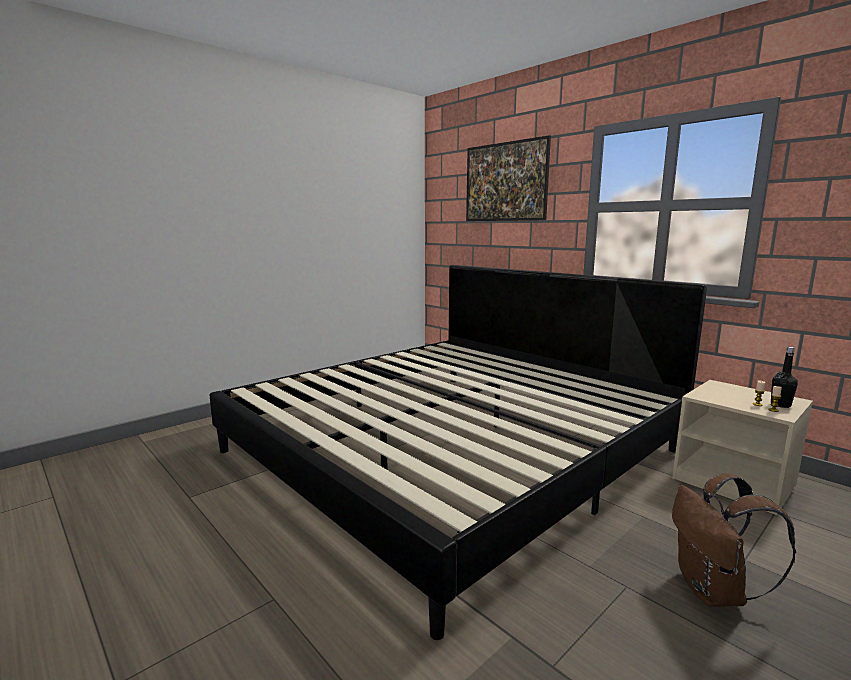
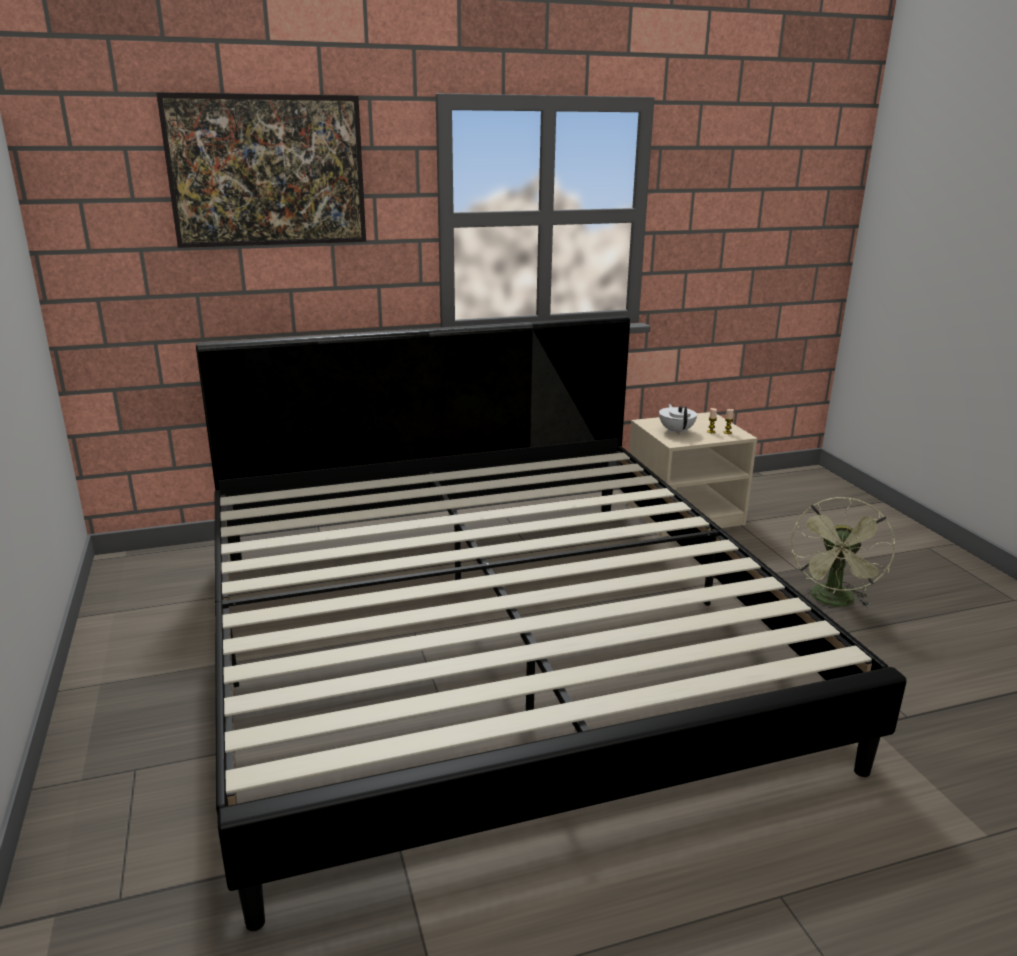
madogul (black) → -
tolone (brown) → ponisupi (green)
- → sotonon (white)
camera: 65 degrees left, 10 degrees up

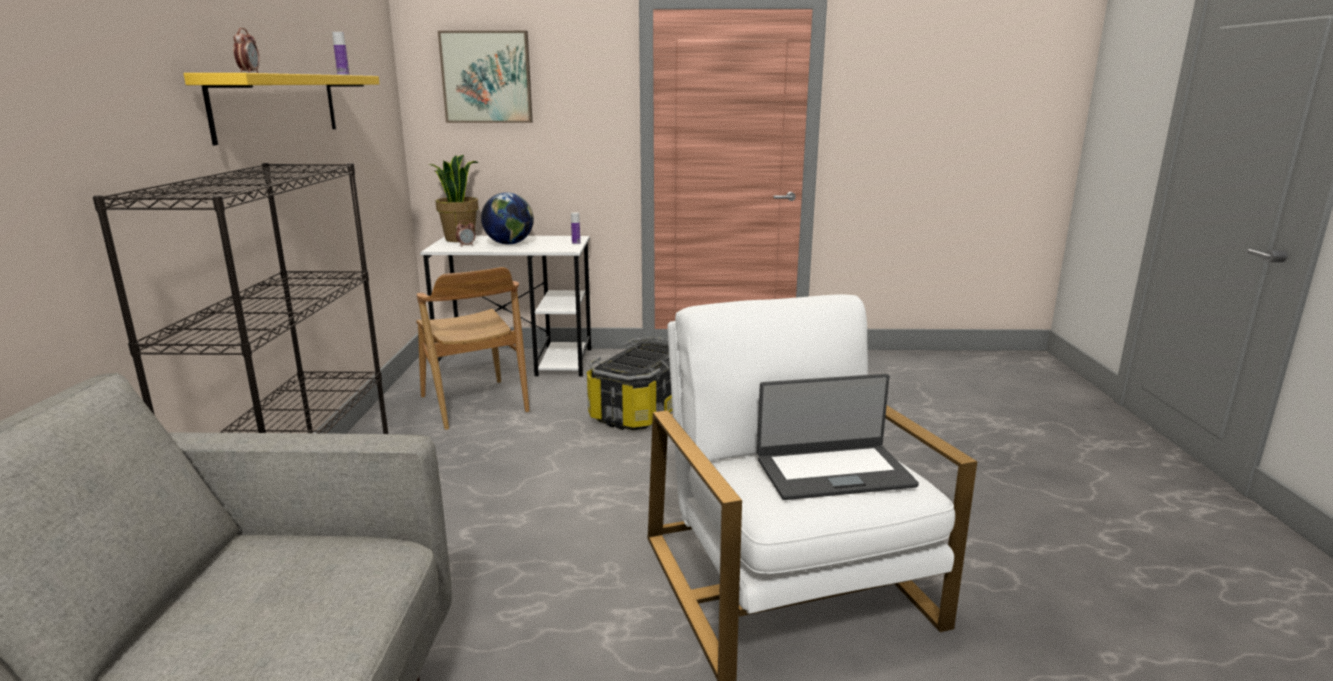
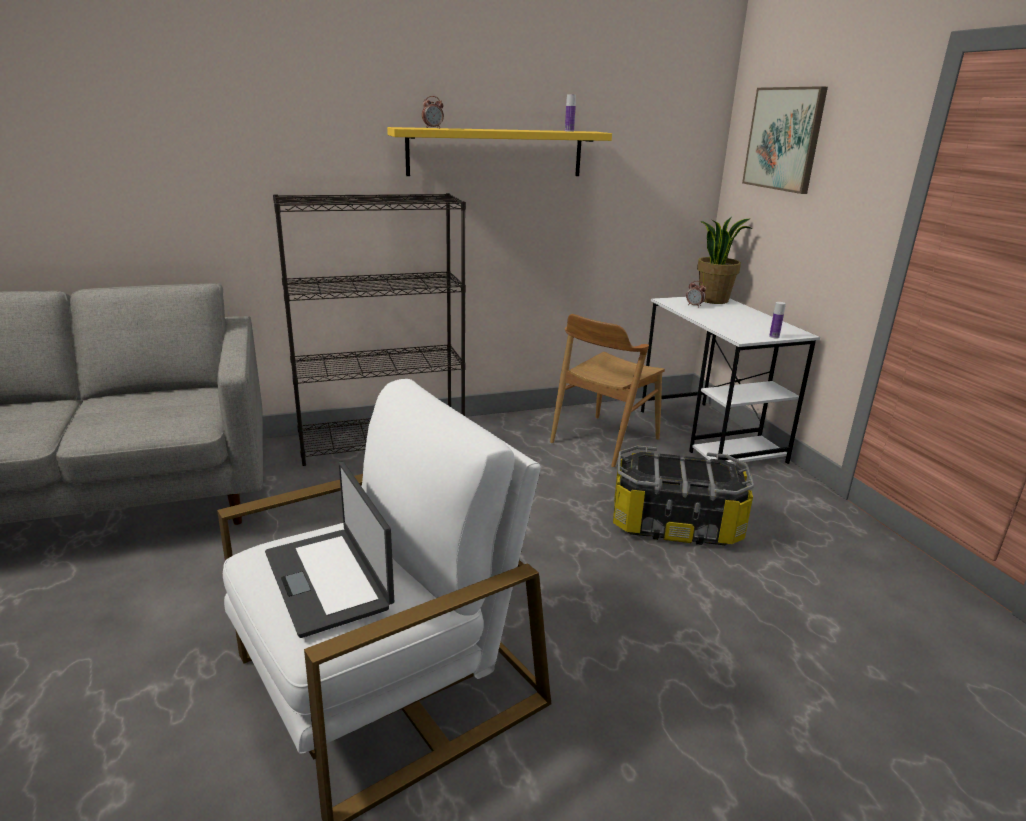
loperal → -
camera: 70 degrees right, 5 degrees up

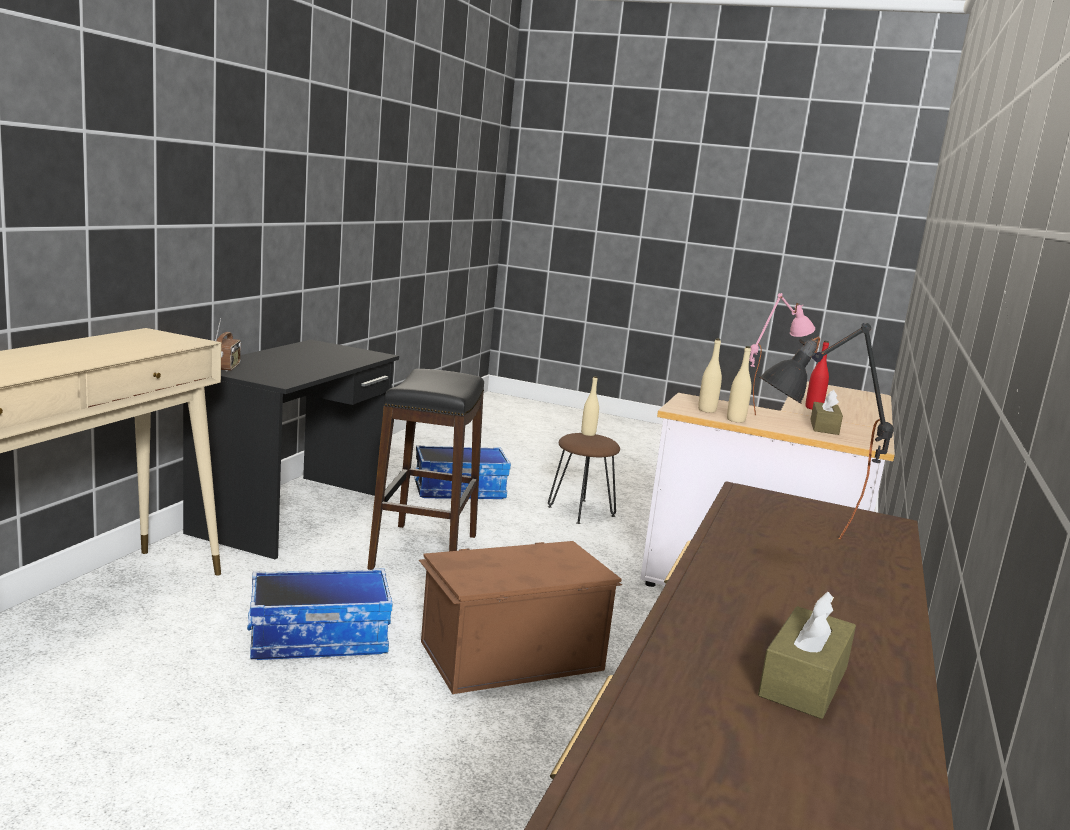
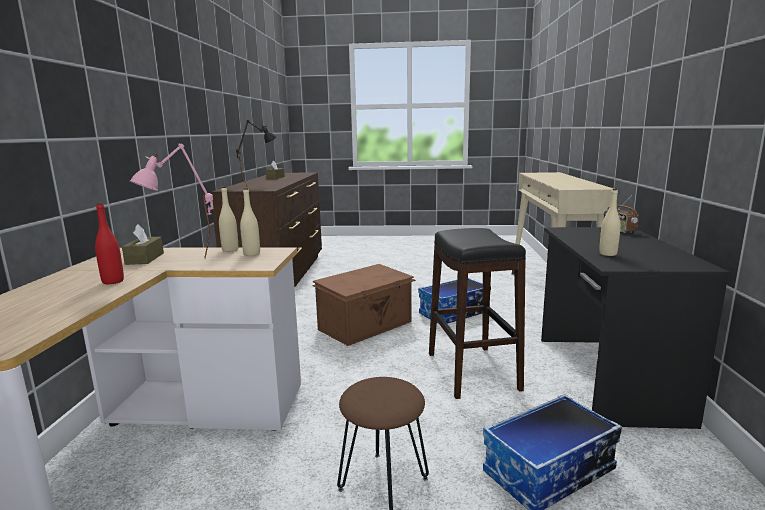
madogul (beige) (1st from left in the first image) → madogul (beige) (3rd from left), moved
camera: 165 degrees right, 0 degrees up

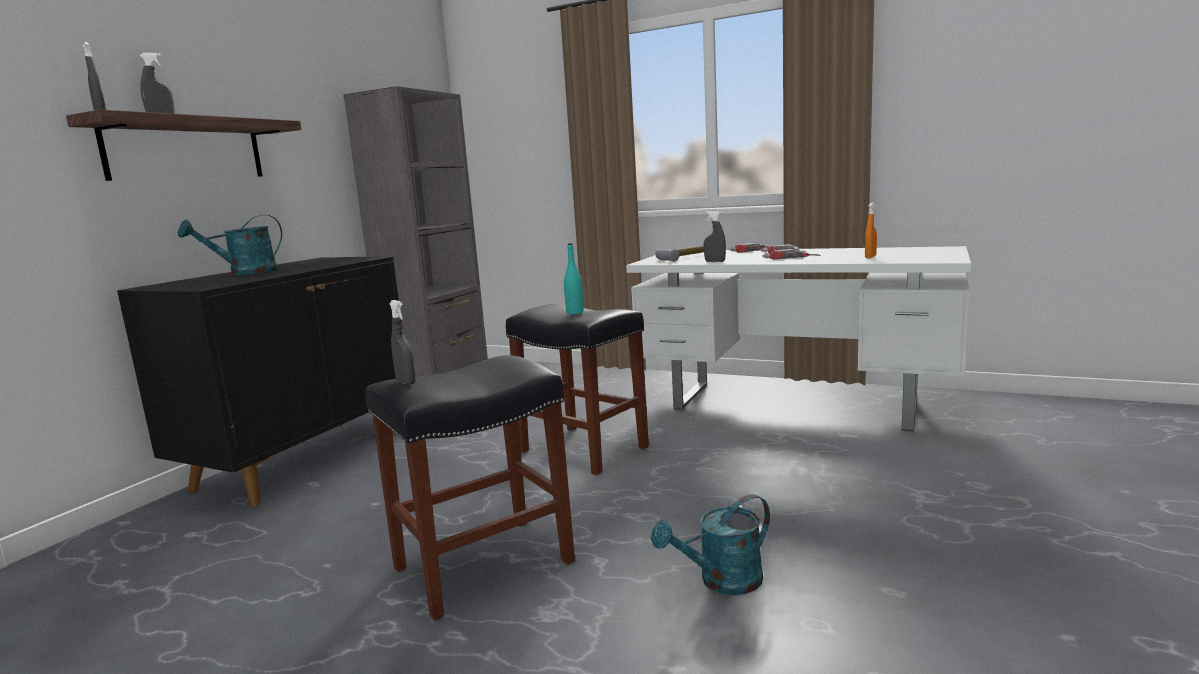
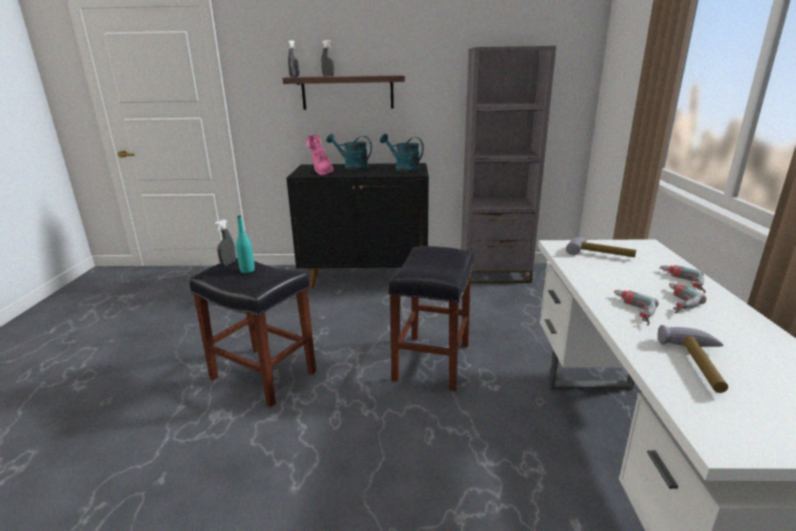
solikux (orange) → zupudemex (2nd from left)
solikux (grey) (4th from left) → -
madogul (turquoise), moved
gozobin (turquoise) (2nd from left), moved
- → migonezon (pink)
camera: 65 degrees right, 10 degrees up

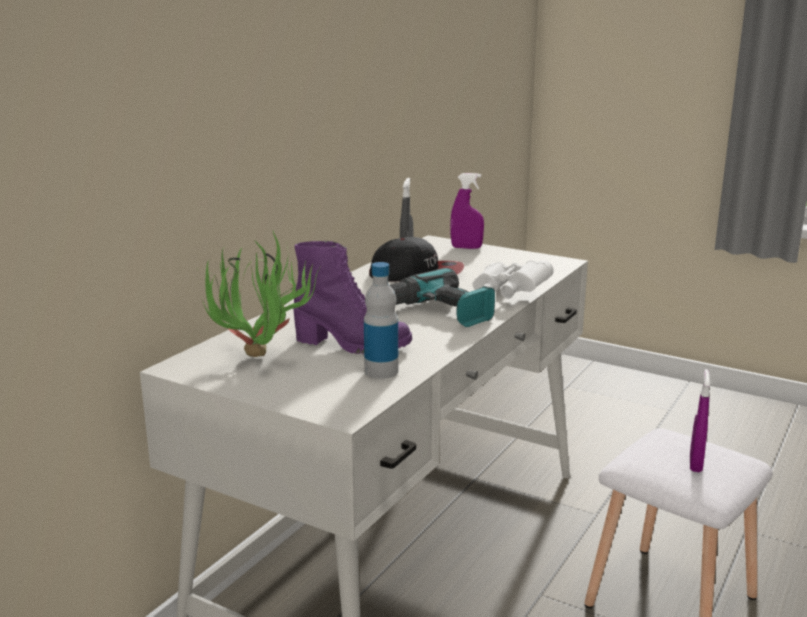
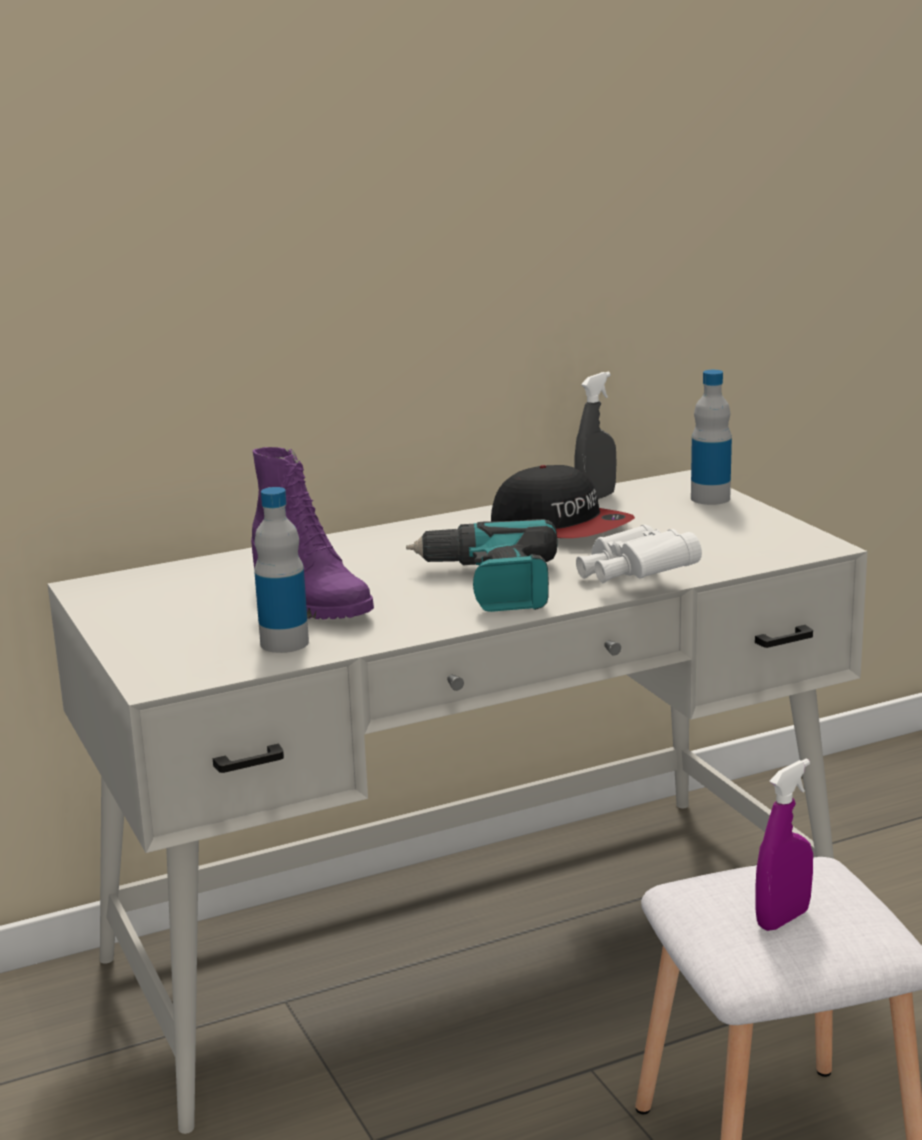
solikux (purple) (1st from left) → madogul (2nd from left)
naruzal → -
camera: 35 degrees right, 0 degrees up

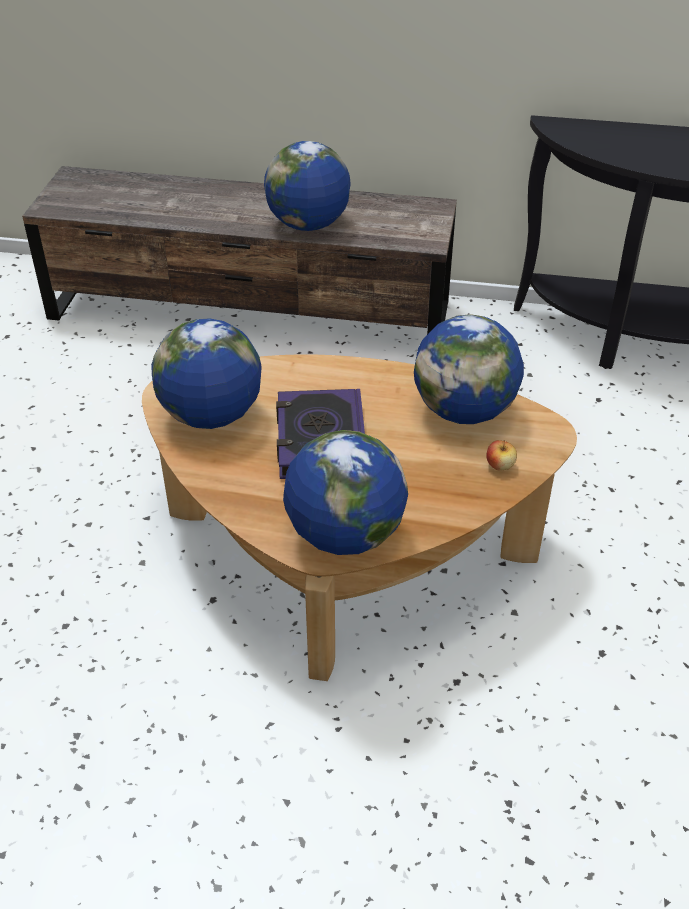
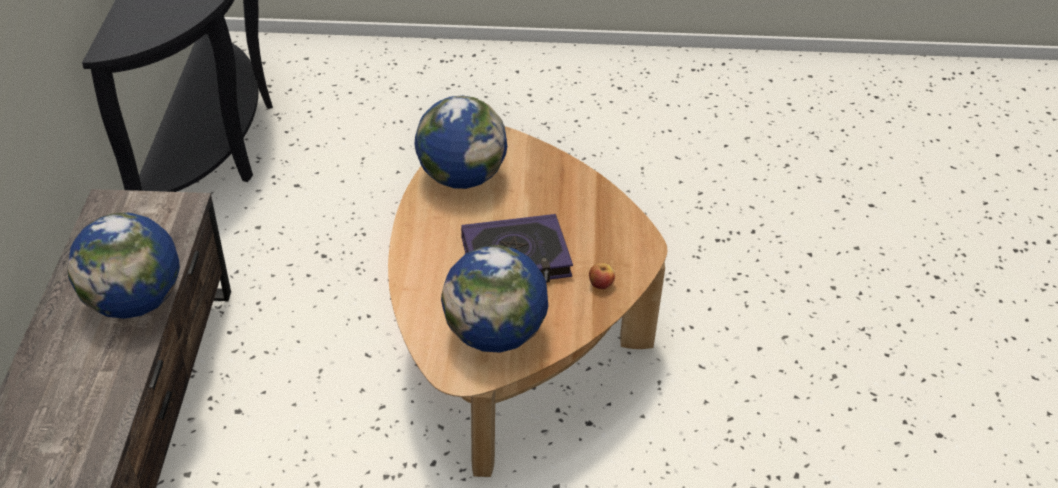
loperal (3rd from left) → -
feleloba, moved
camera: 100 degrees left, 0 degrees up

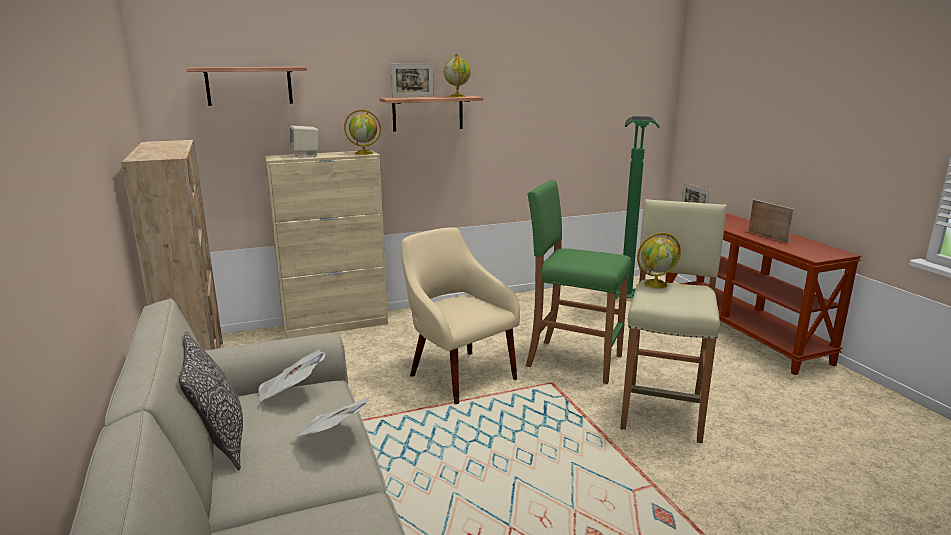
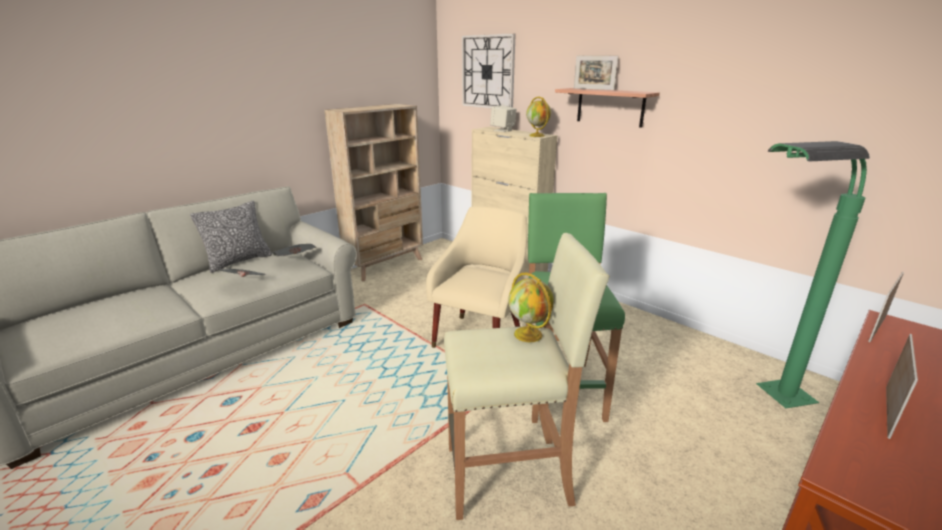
loperal (2nd from left) → -
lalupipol (1st from left) → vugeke
camera: 65 degrees right, 5 degrees up

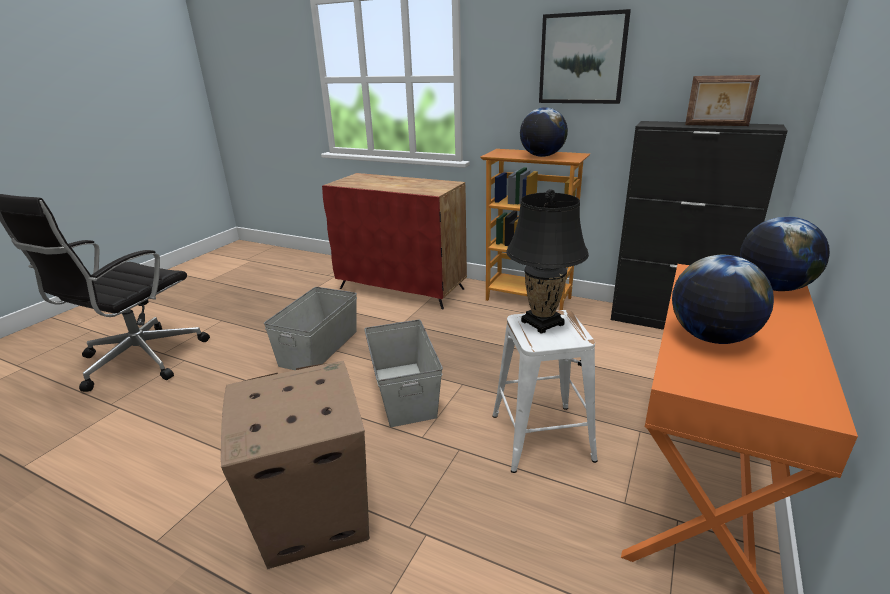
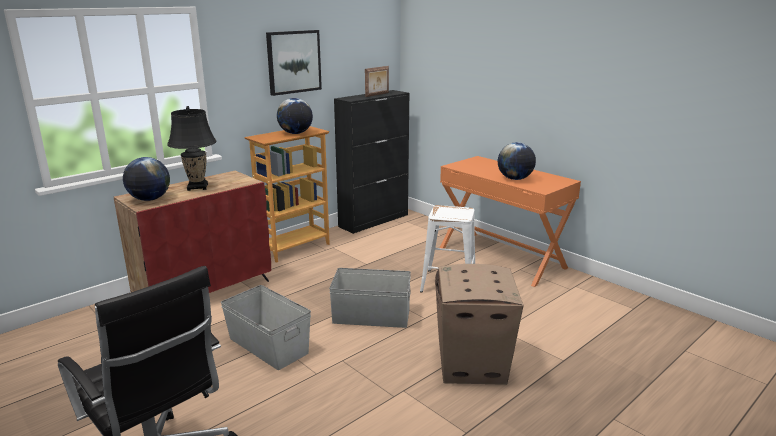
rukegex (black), moved
loperal (3rd from left in the first image) → loperal (1st from left), moved
camera: 70 degrees left, 5 degrees down

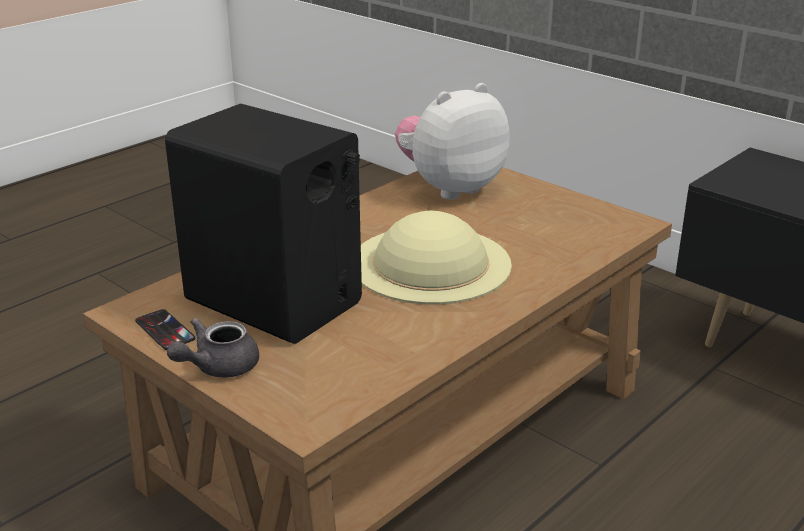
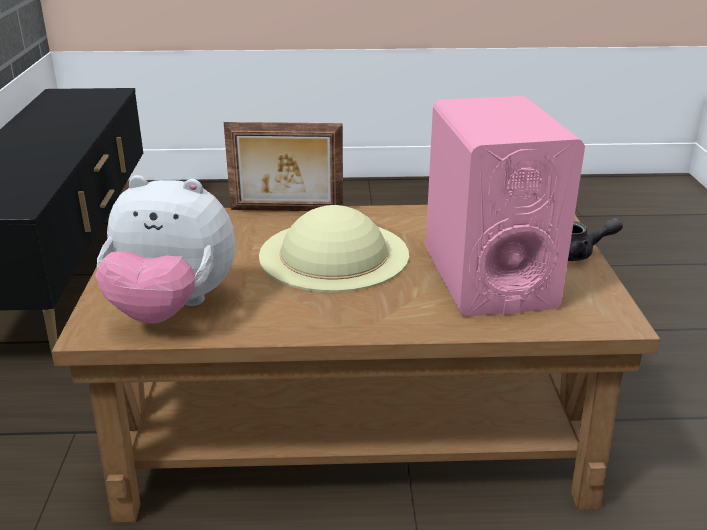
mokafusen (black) → mokafusen (pink)
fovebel → -
- → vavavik
camera: 135 degrees left, 0 degrees up

